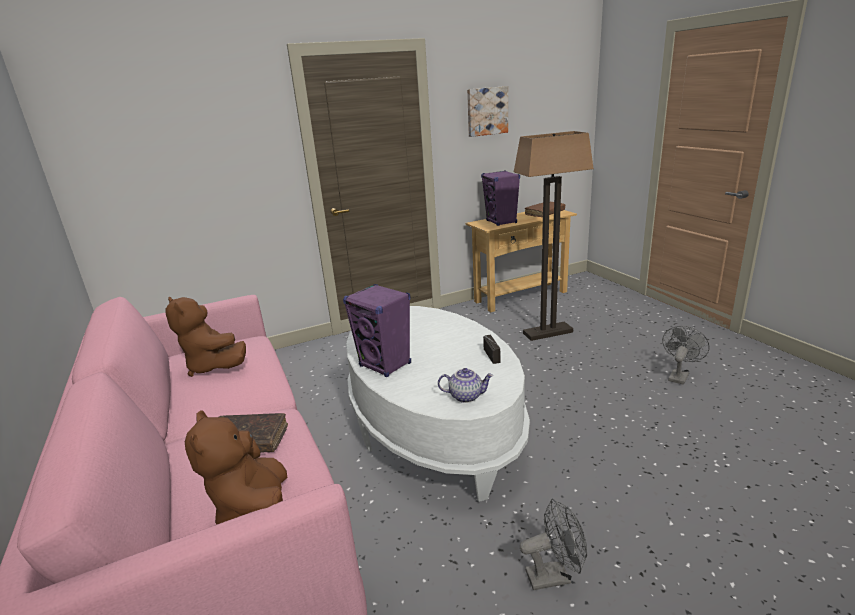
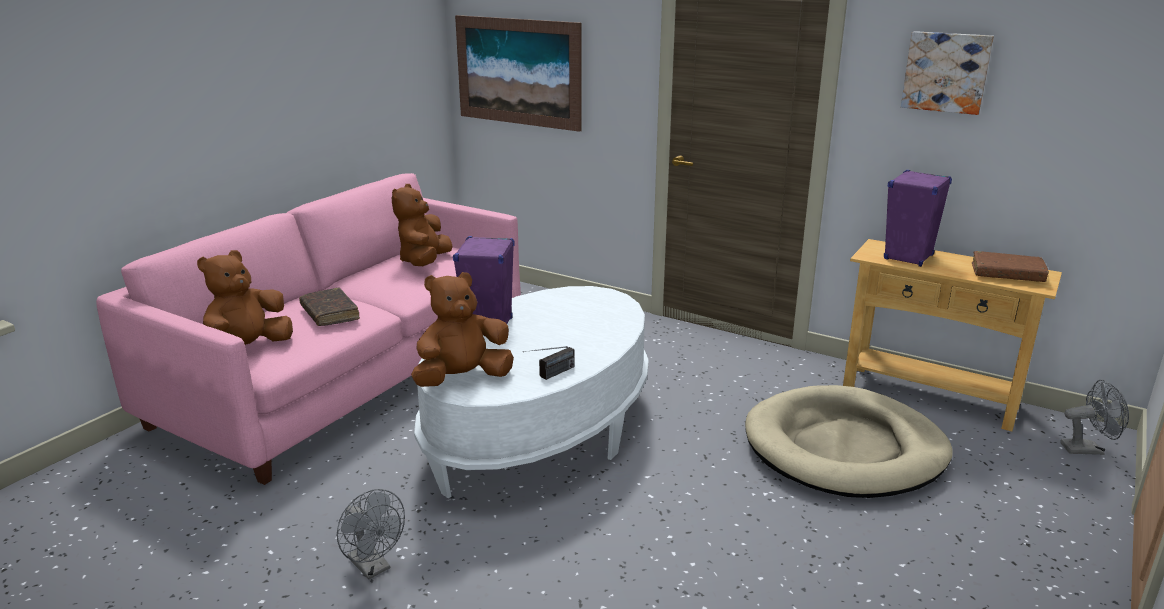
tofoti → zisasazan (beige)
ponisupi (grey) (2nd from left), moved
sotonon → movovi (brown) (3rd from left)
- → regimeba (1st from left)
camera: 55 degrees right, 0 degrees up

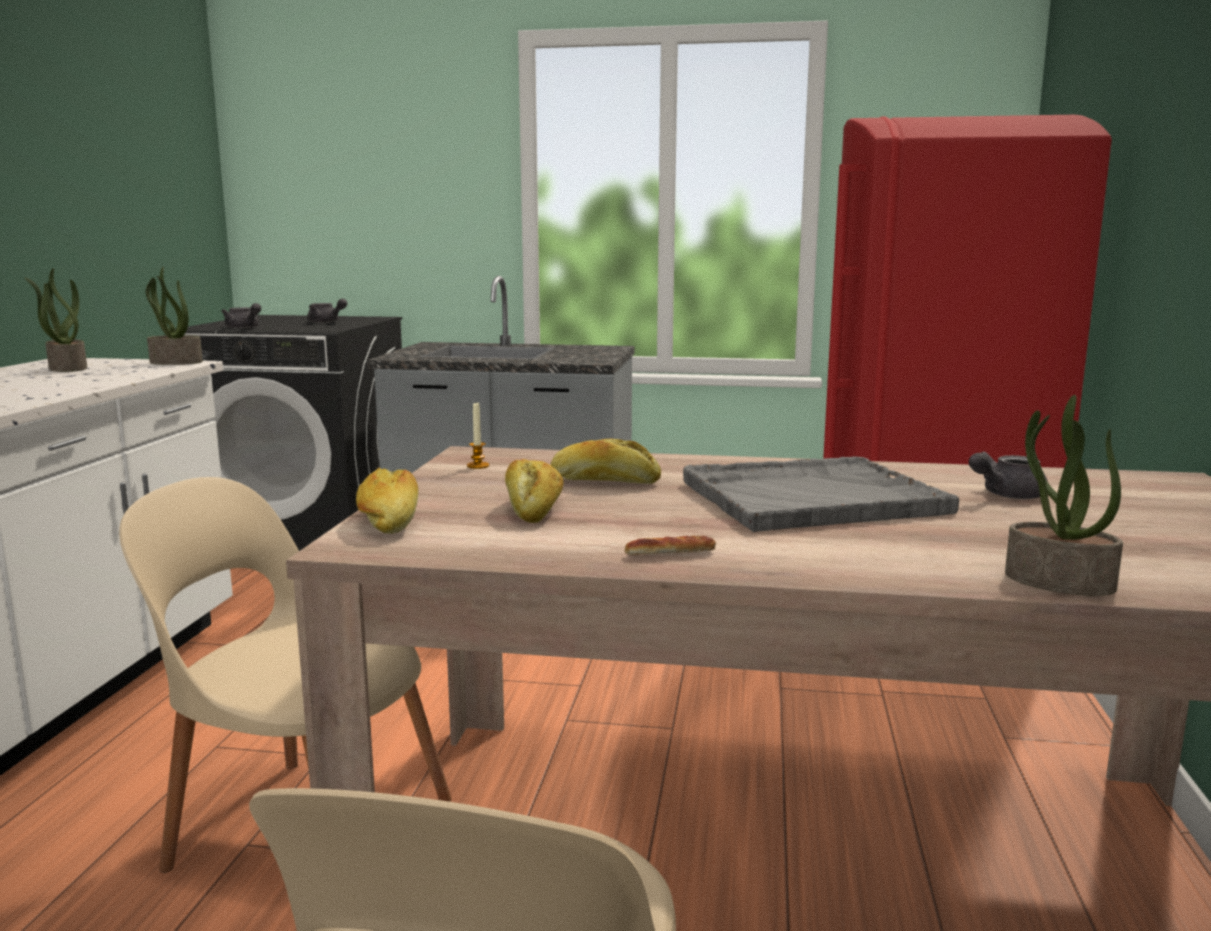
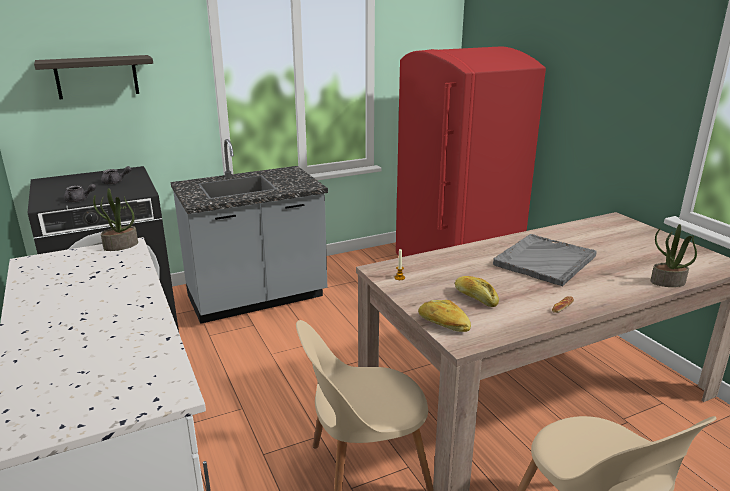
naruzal (1st from left) → -
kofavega (3rd from left) → -
sotonon (grey) (3rd from left) → -
- → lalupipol
camera: 35 degrees left, 10 degrees up

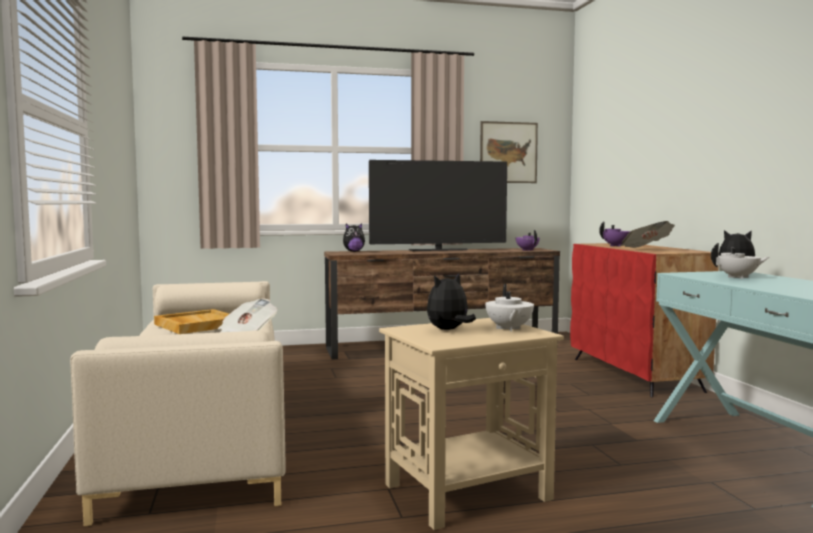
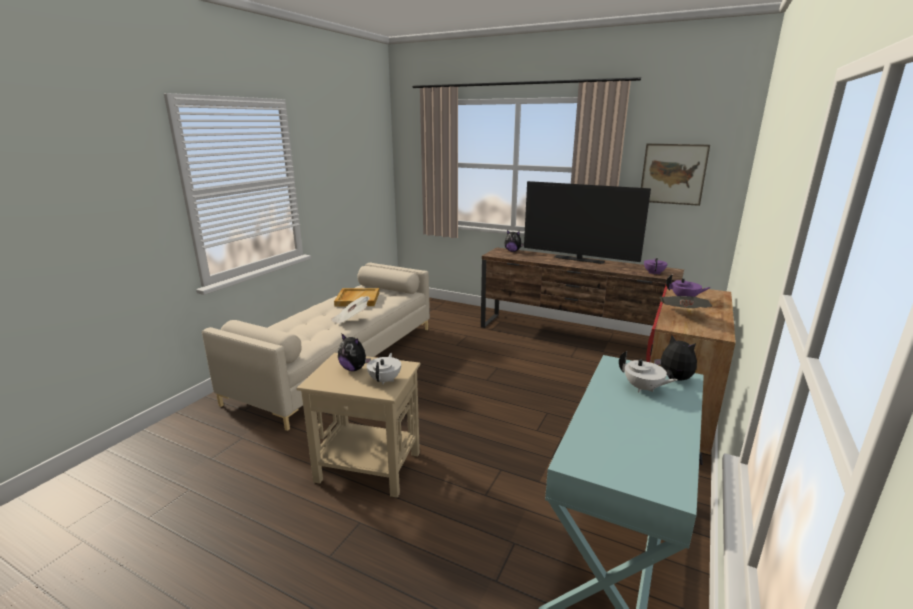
movovi (2nd from left in the first image) → movovi (1st from left), 150 degrees counterclockwise
sotonon (white) (1st from left), 150 degrees clockwise
camera: 40 degrees right, 15 degrees up

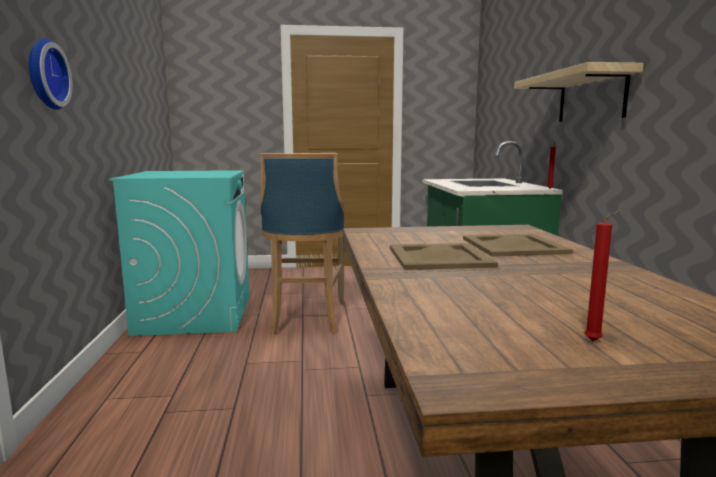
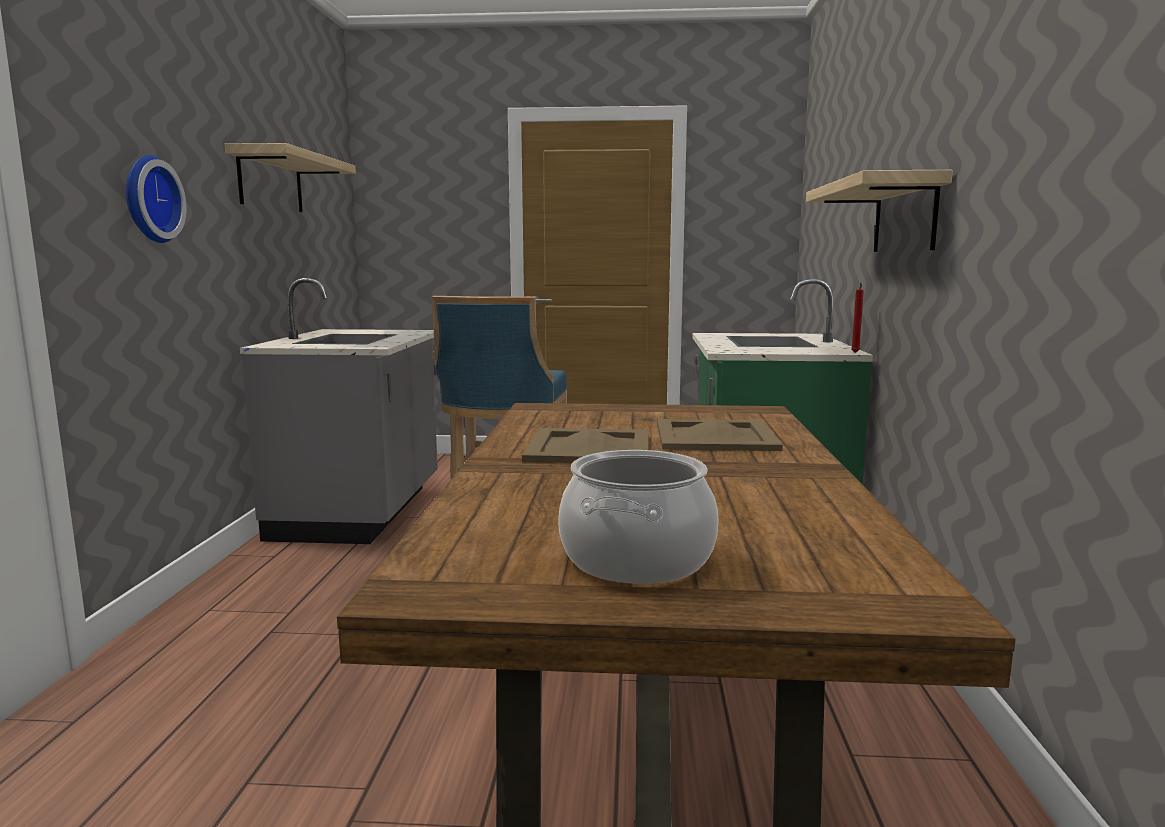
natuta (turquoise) → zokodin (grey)
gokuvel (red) (2nd from left) → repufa
- → lalupipol (1st from left)
camera: 10 degrees right, 0 degrees up

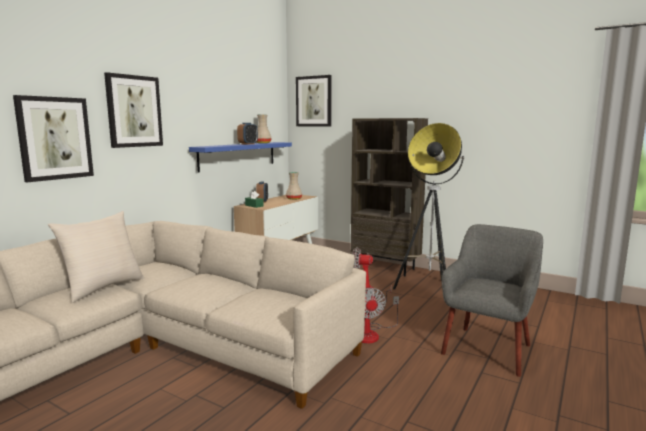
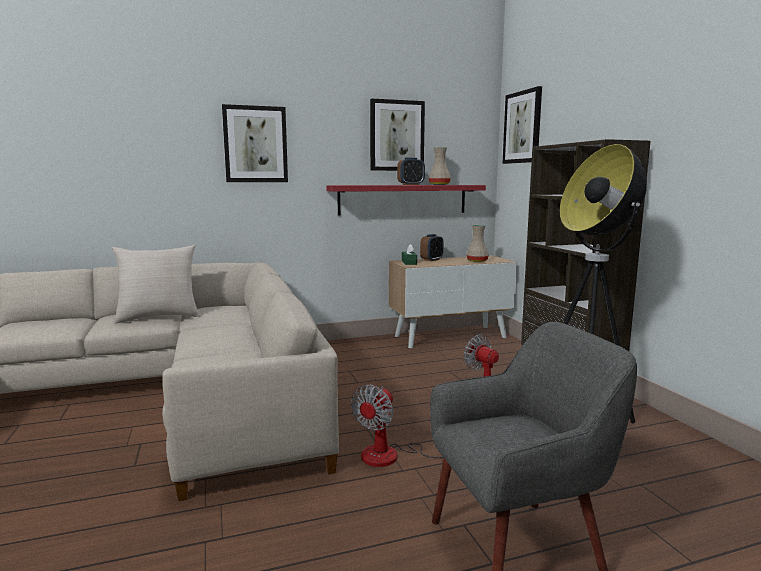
regimeba (1st from left in the first image) → regimeba (2nd from left), moved
lalupipol (blue) → lalupipol (red)
camera: 40 degrees right, 0 degrees up

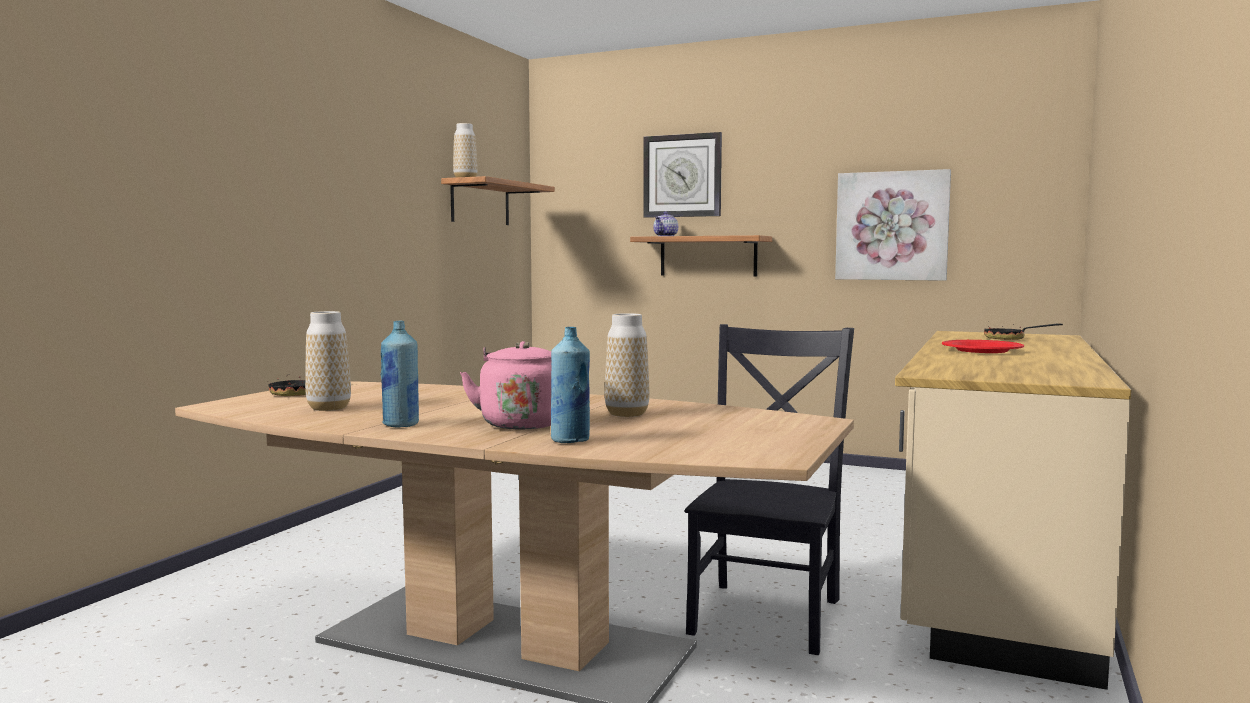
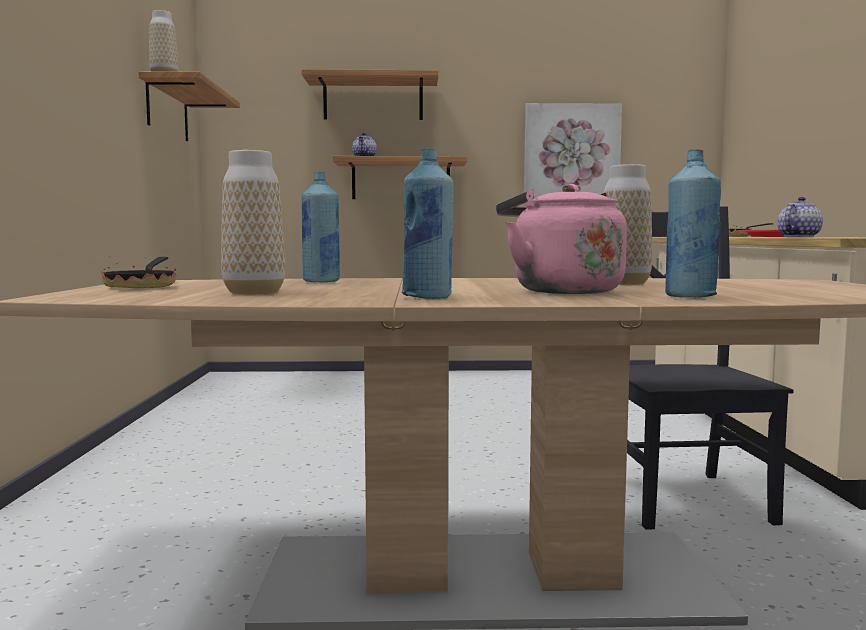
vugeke → lalupipol (2nd from left)
- → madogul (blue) (1st from left)
- → sotonon (2nd from left)
camera: 25 degrees left, 0 degrees up

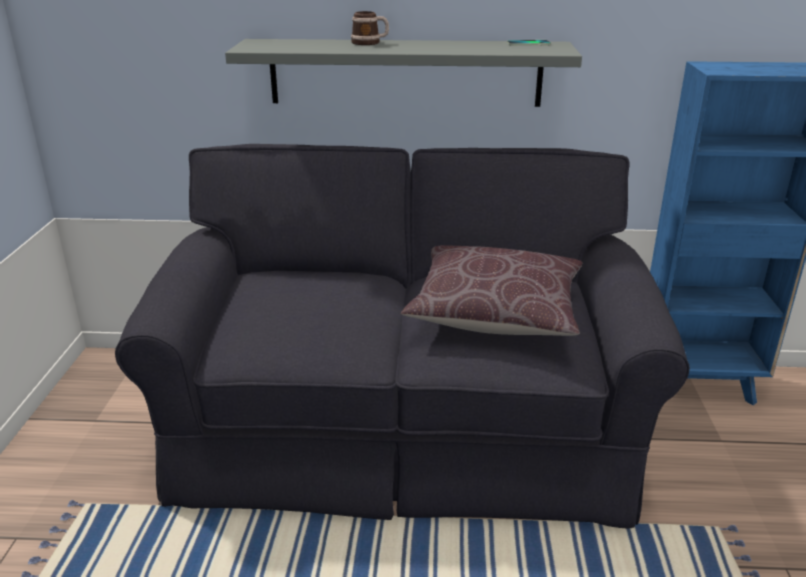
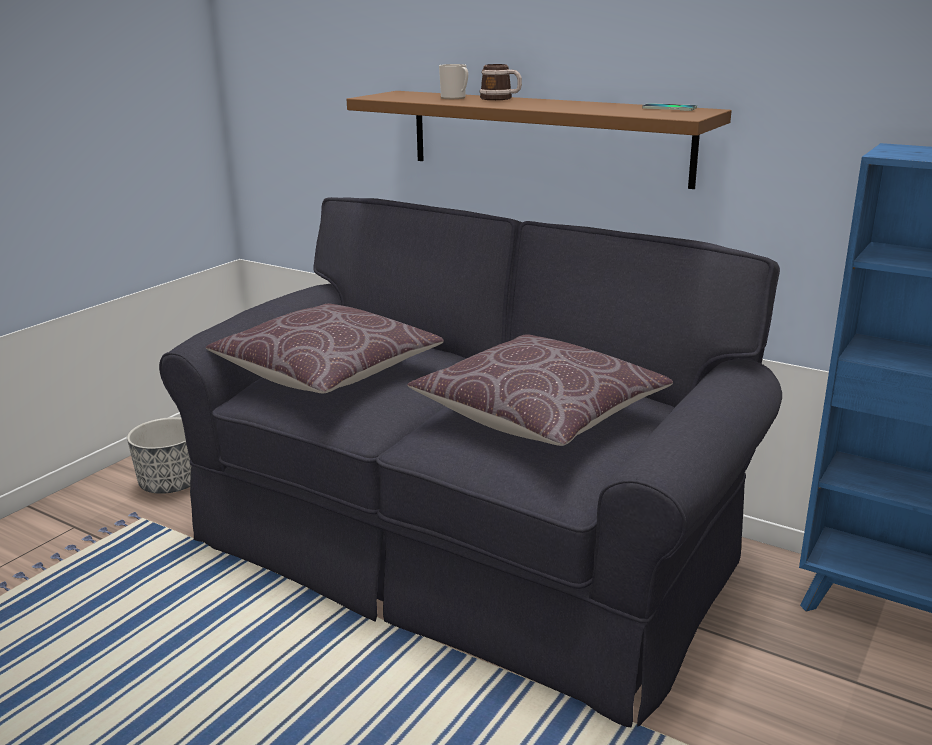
lalupipol (grey) → lalupipol (brown)
- → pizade (1st from left)
- → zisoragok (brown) (1st from left)
- → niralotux
camera: 30 degrees right, 5 degrees down

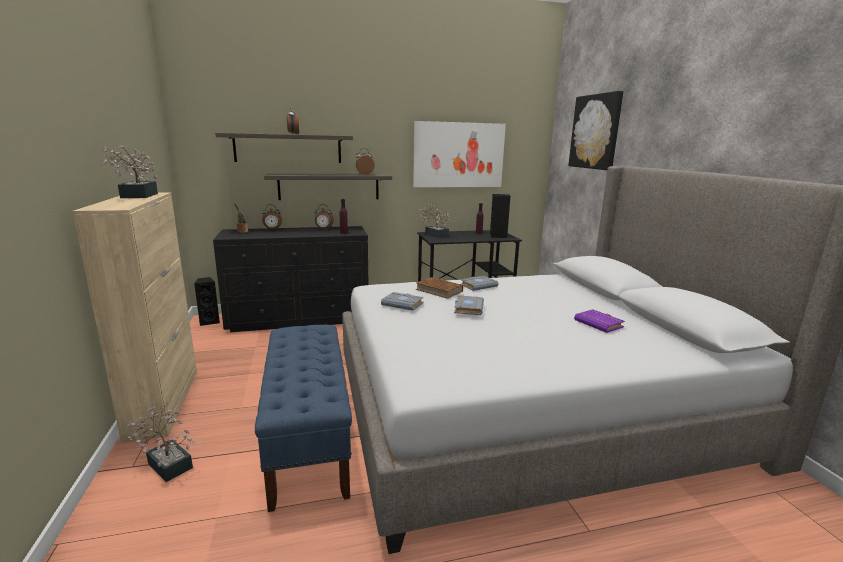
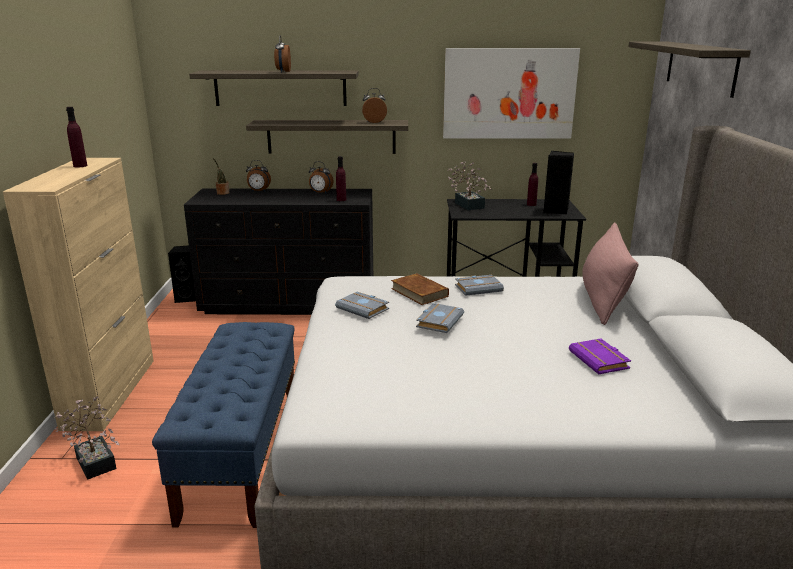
regimeba (2nd from left) → lalupipol (3rd from left)
naruzal (1st from left) → madogul (purple) (1st from left)
- → zisoragok (pink)
camera: 15 degrees right, 5 degrees up

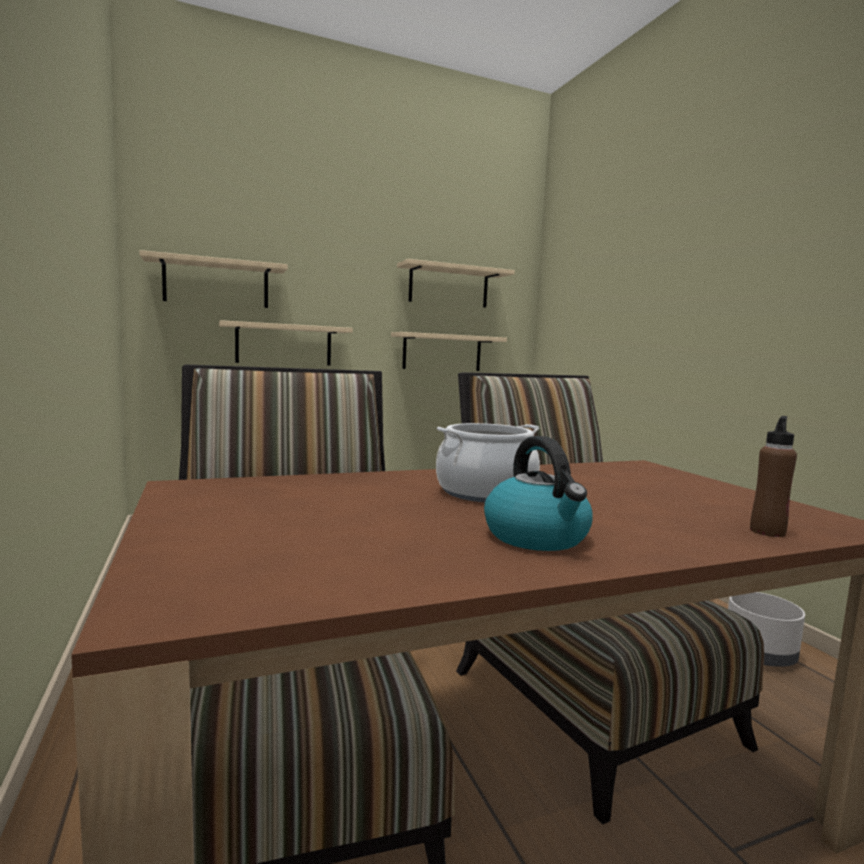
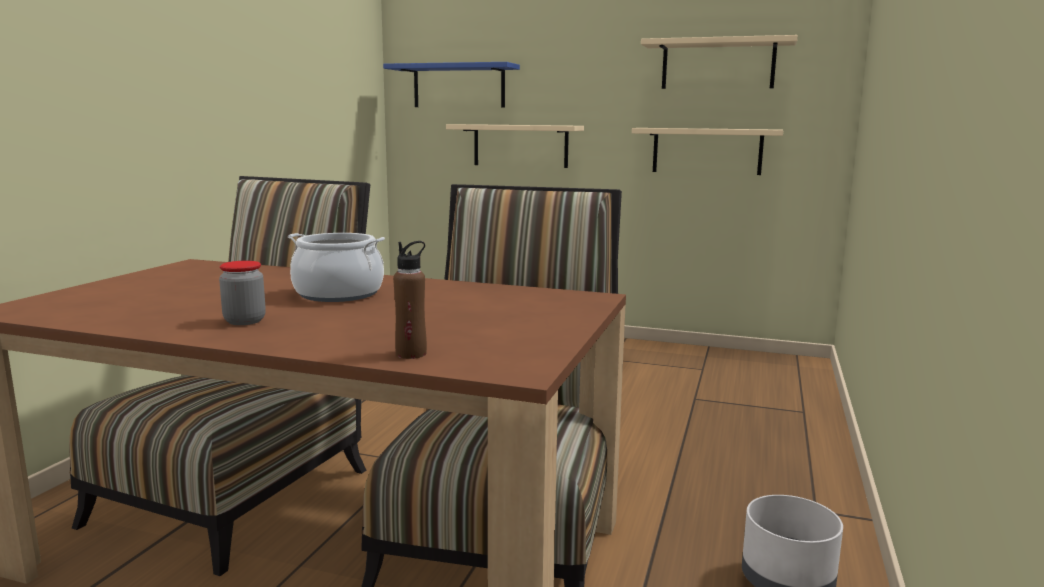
lalupipol (beige) (1st from left) → lalupipol (blue)
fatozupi → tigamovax
camera: 40 degrees right, 5 degrees up

